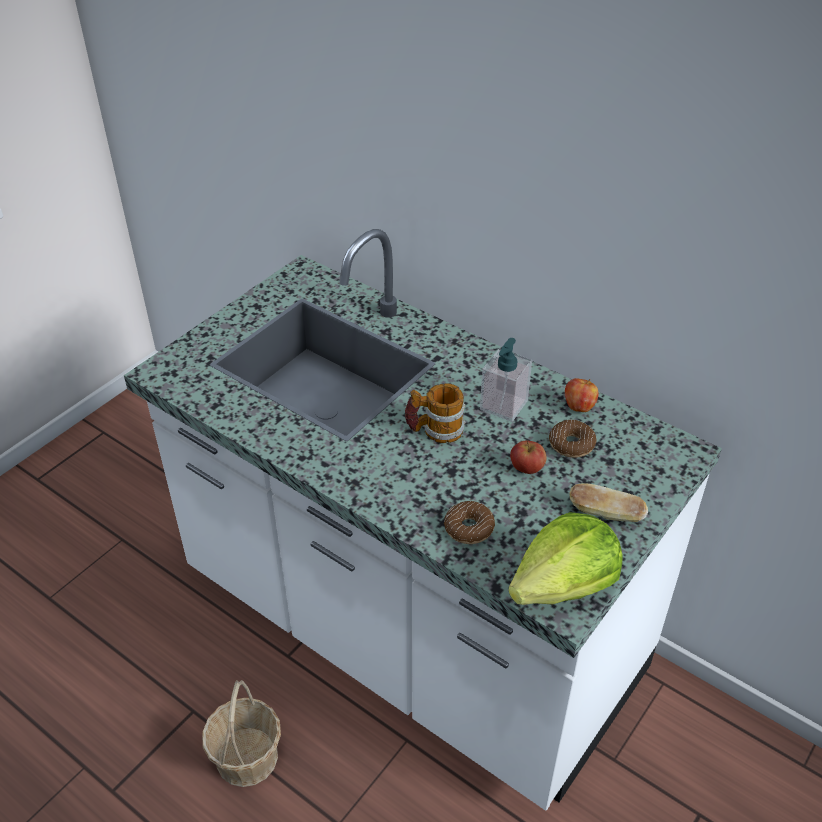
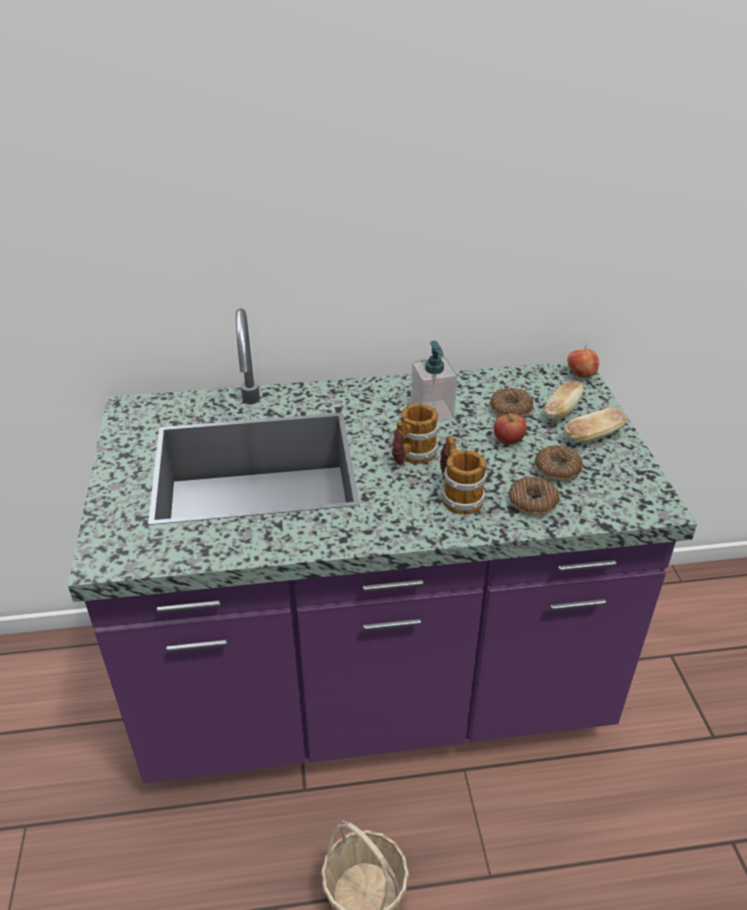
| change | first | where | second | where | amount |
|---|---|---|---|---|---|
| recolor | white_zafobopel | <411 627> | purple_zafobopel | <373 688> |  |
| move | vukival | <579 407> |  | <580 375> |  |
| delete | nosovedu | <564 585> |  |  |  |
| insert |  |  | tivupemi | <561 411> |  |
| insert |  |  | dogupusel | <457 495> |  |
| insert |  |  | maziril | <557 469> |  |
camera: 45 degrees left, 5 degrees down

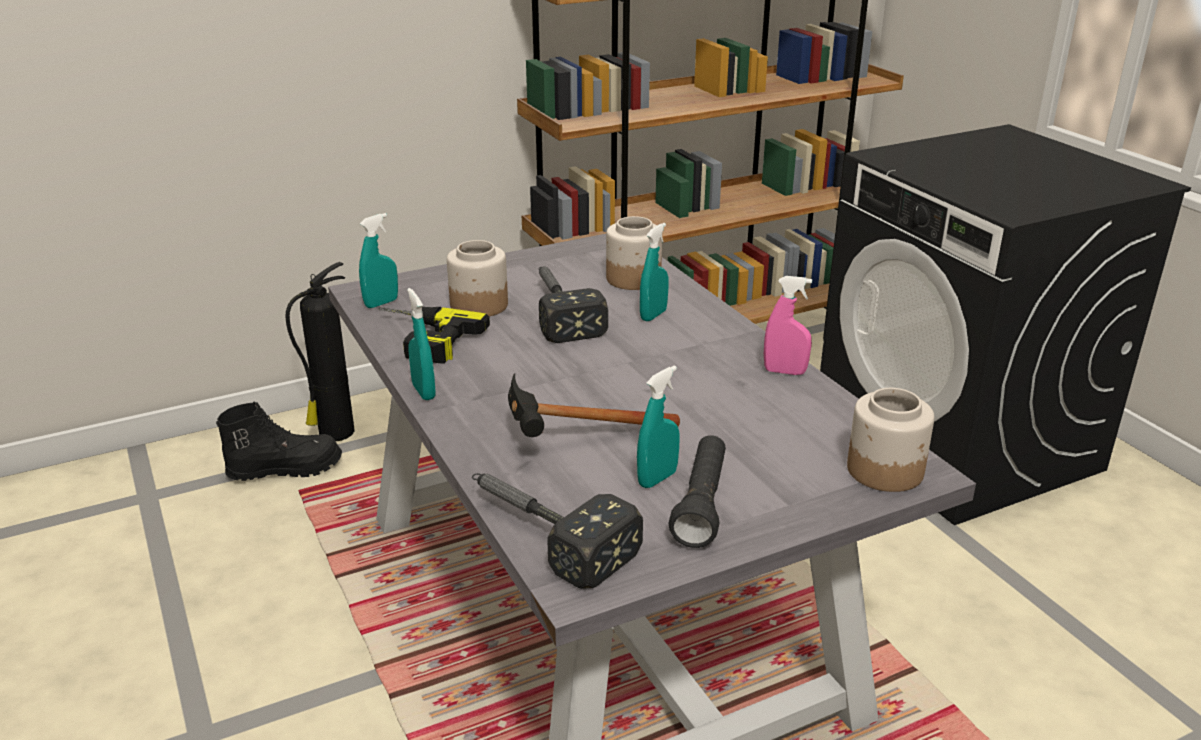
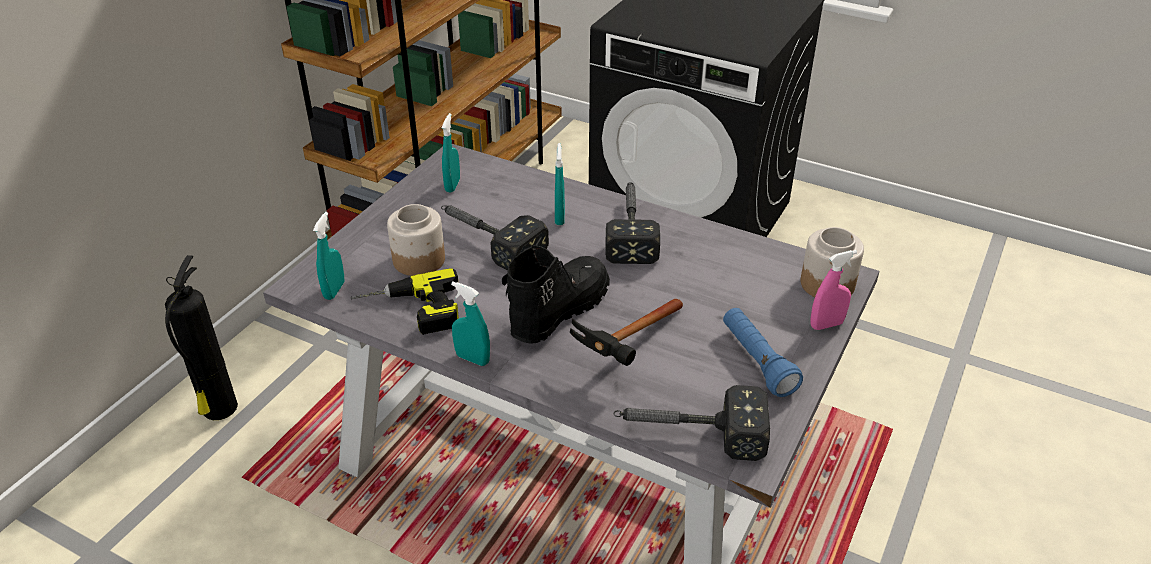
| change | first | where | second | where | amount |
|---|---|---|---|---|---|
| delete | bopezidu | <632 279> |  |  |  |
| move | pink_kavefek | <784 372> |  | <826 325> |  |
| move | turquoise_kavefek | <657 479> |  | <452 185> |  |
| move | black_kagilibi | <285 469> |  | <558 311> |  |
| recolor | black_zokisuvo | <701 505> | blue_zokisuvo | <757 361> |  |
| insert |  |  | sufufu | <630 228> |  |
camera: 35 degrees left, 10 degrees up

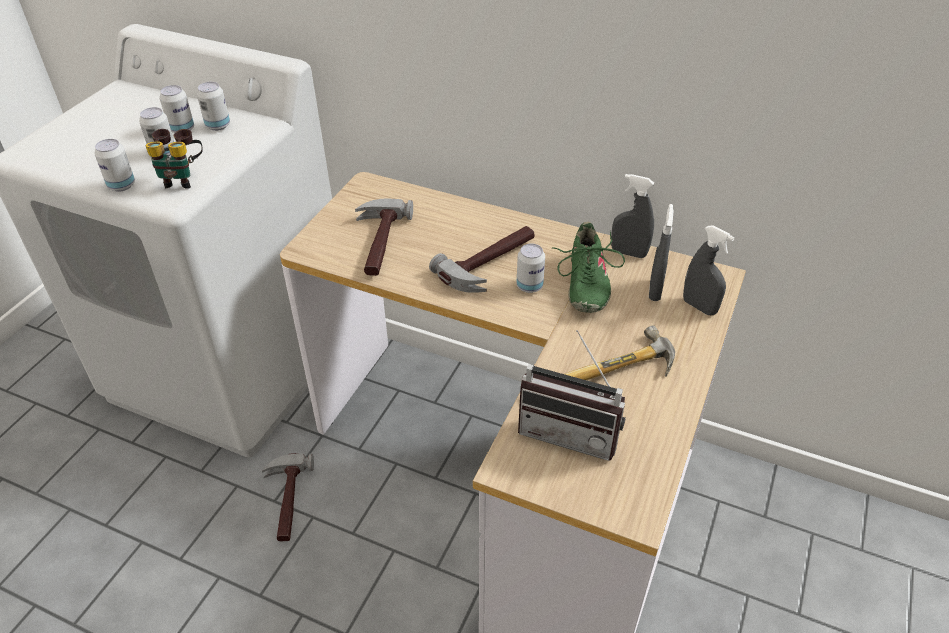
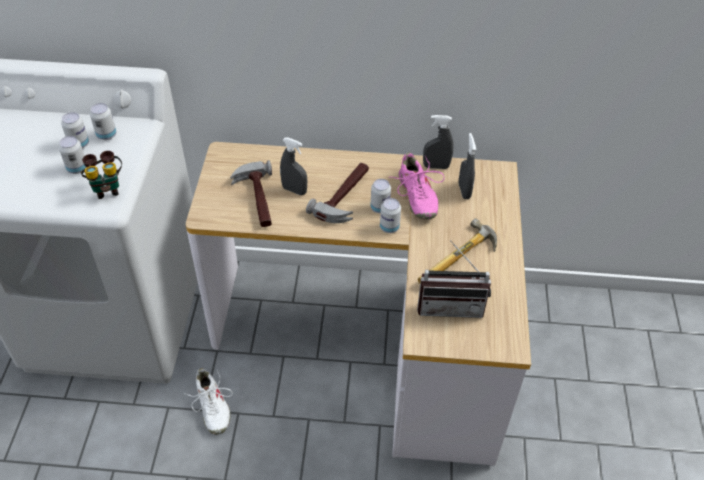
| change | first | where | second | where | amount |
|---|---|---|---|---|---|
| move | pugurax | <121 186> |  | <389 227> |  |
| recolor | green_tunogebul | <585 283> | pink_tunogebul | <416 197> |  |
| move | grey_kavefek | <699 307> |  | <294 190> |  |
| replace | sufufu | <286 500> | white_tunogebul | <212 407> |  |
camera: 20 degrees left, 5 degrees up

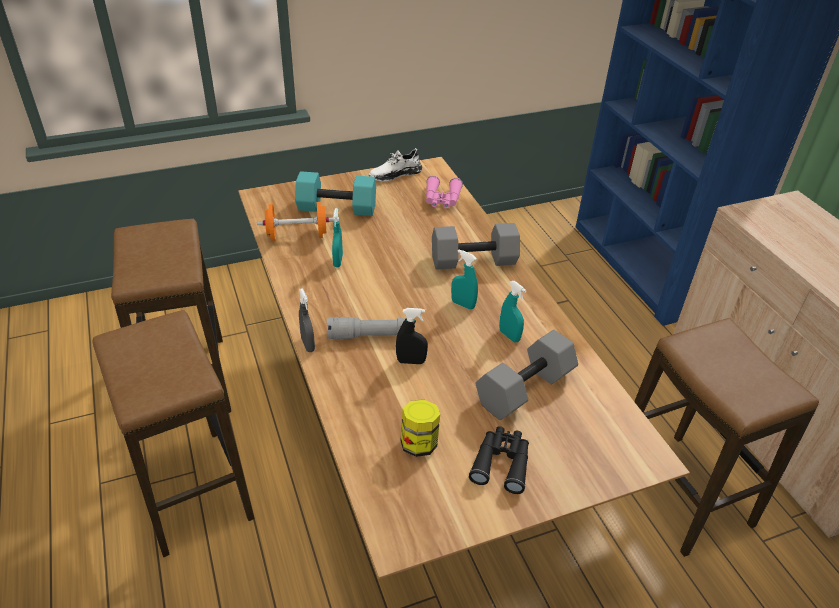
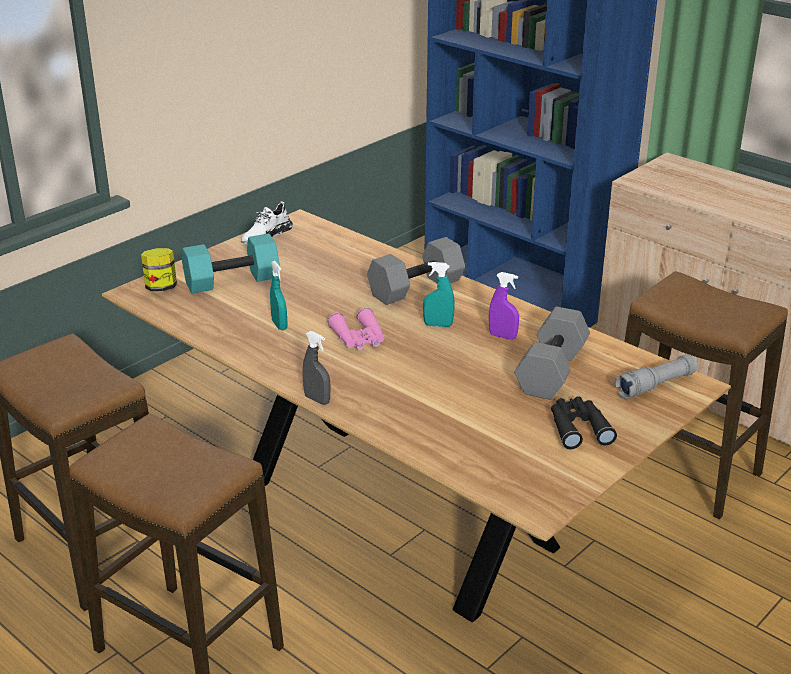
| change | first | where | second | where | amount |
|---|---|---|---|---|---|
| move | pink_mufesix | <442 199> |  | <359 339> |  |
| delete | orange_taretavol | <297 236> |  |  |  |
| recolor | turquoise_kavefek | <509 335> | purple_kavefek | <502 336> |  |
| delete | black_kavefek | <411 361> |  |  |  |
| move | grey_zokisuvo | <367 336> |  | <655 385> |  |
| move | bopezidu | <419 443> |  | <161 287> |  |
camera: 25 degrees left, 10 degrees down

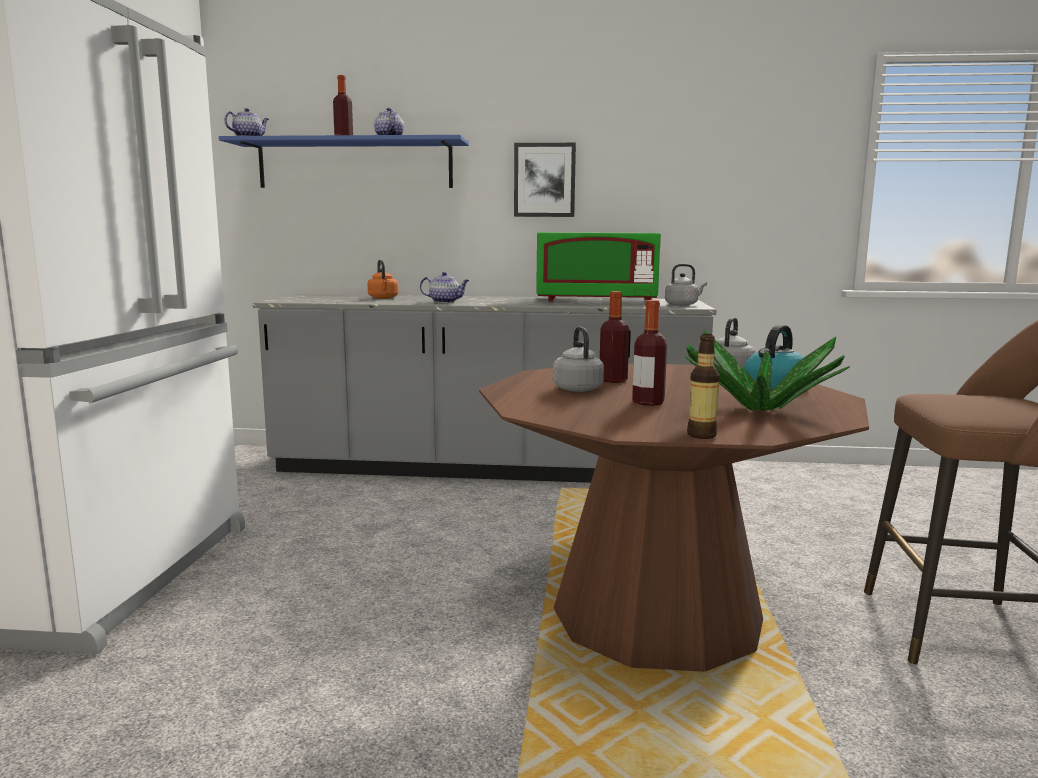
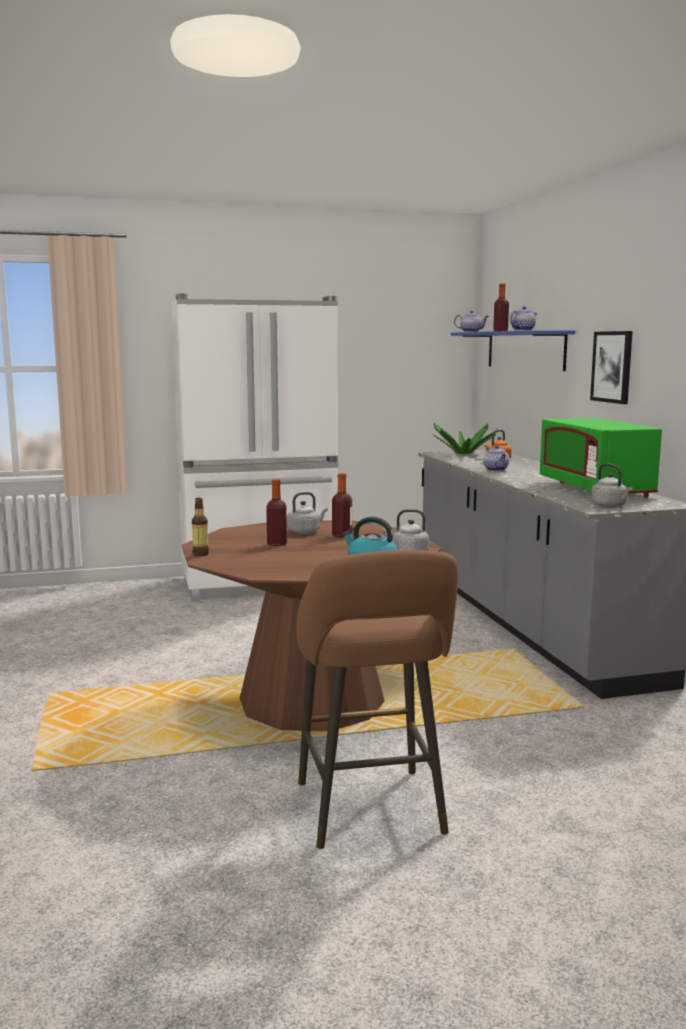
| change | first | where | second | where | amount |
|---|---|---|---|---|---|
| move | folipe | <760 409> |  | <463 454> |  |
camera: 70 degrees right, 0 degrees up

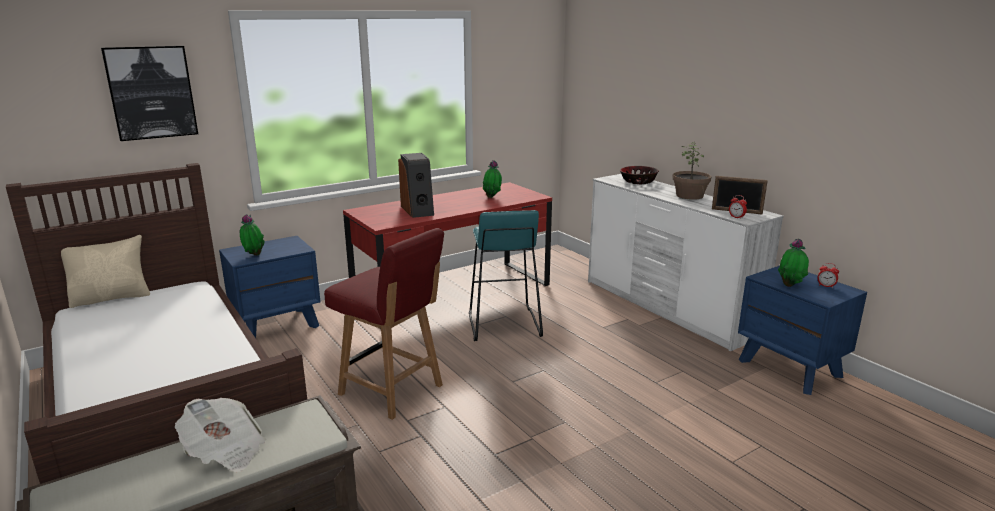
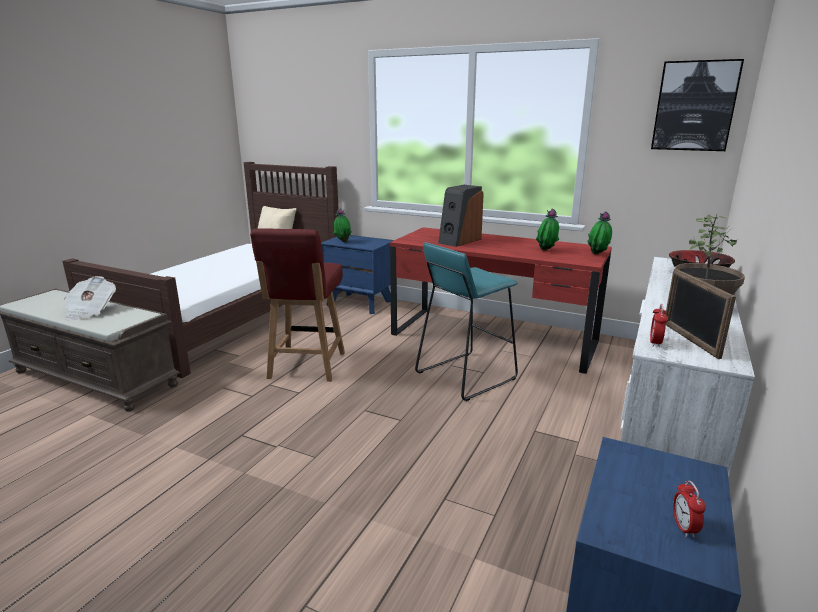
| change | first | where | second | where | amount |
|---|---|---|---|---|---|
| move | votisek | <151 92> |  | <694 106> |  |
| move | folipe | <790 285> |  | <598 254> |  |
camera: 60 degrees right, 0 degrees up

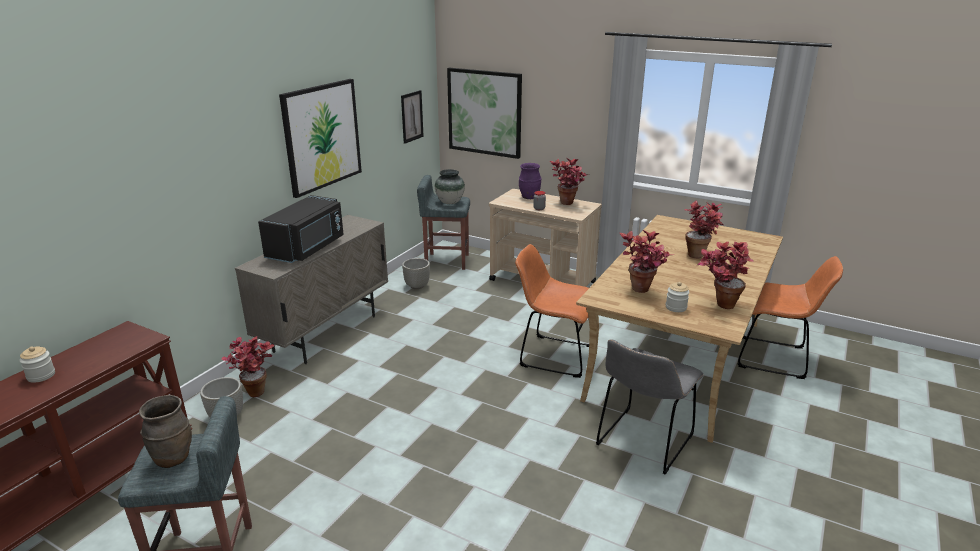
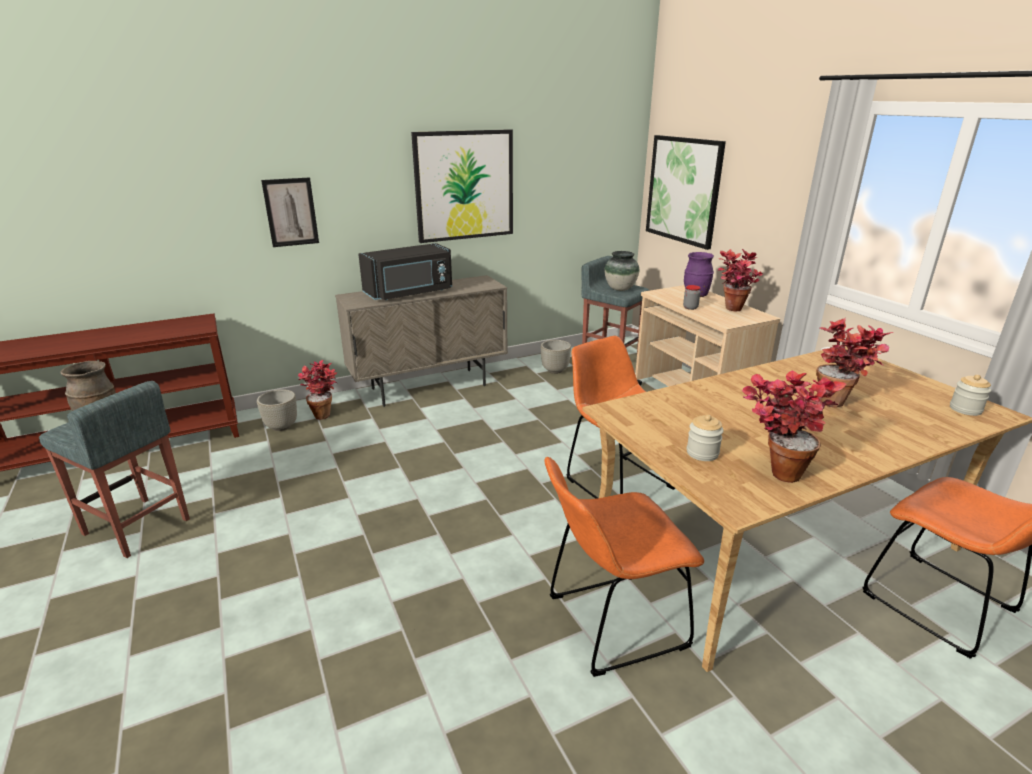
| change | first | where | second | where | amount |
|---|---|---|---|---|---|
| move | votisek | <412 116> |  | <291 212> |  |
| delete | folipe | <641 292> |  |  |  |
| recolor | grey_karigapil | <642 442> | orange_karigapil | <610 623> |  |
| move | bopezidu | <41 375> |  | <965 409> |  |
camera: 35 degrees right, 0 degrees up

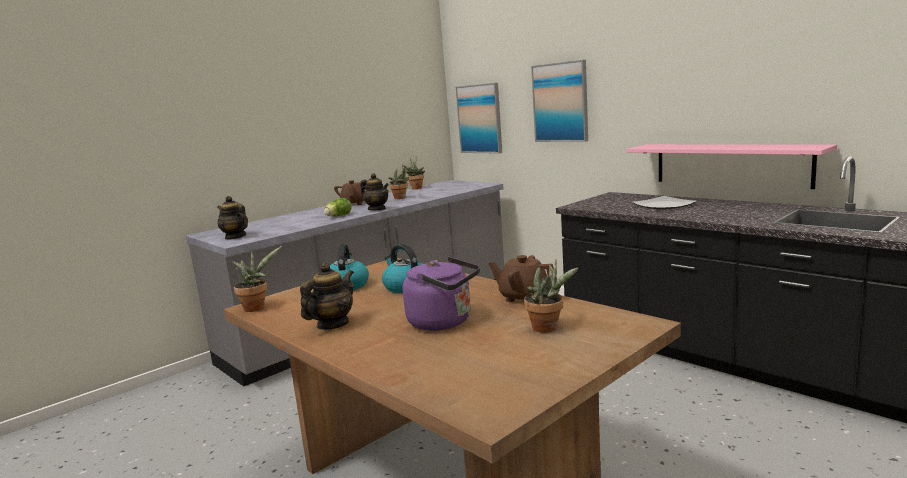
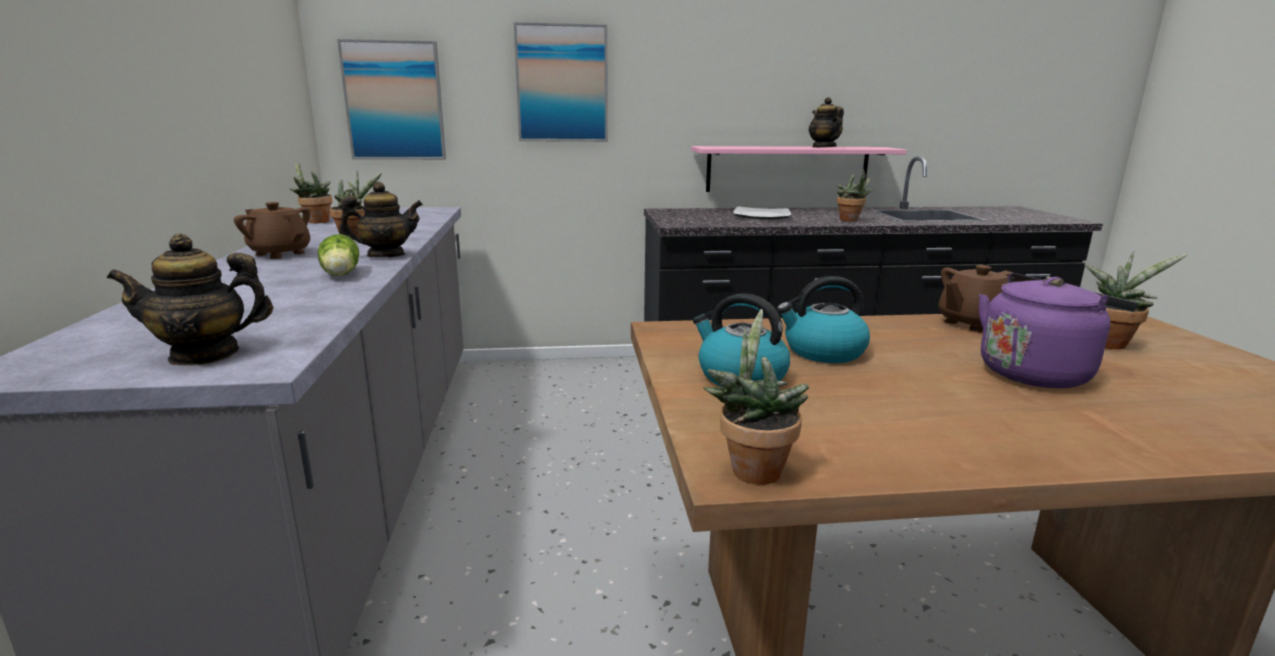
| change | first | where | second | where | amount |
|---|---|---|---|---|---|
| move | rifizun | <332 325> |  | <823 147> |  |
| insert |  |  | folipe | <851 220> |  |
camera: 55 degrees left, 5 degrees up

